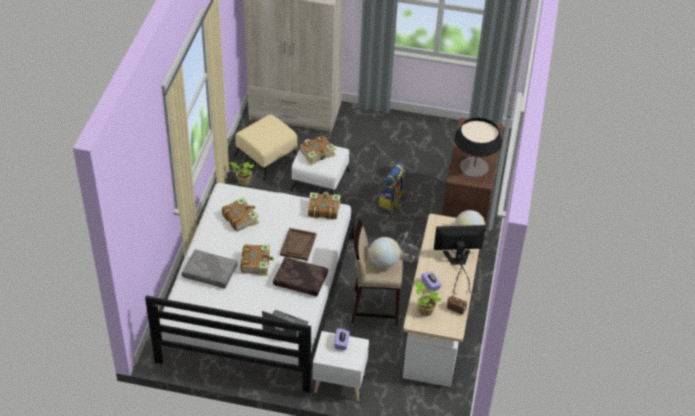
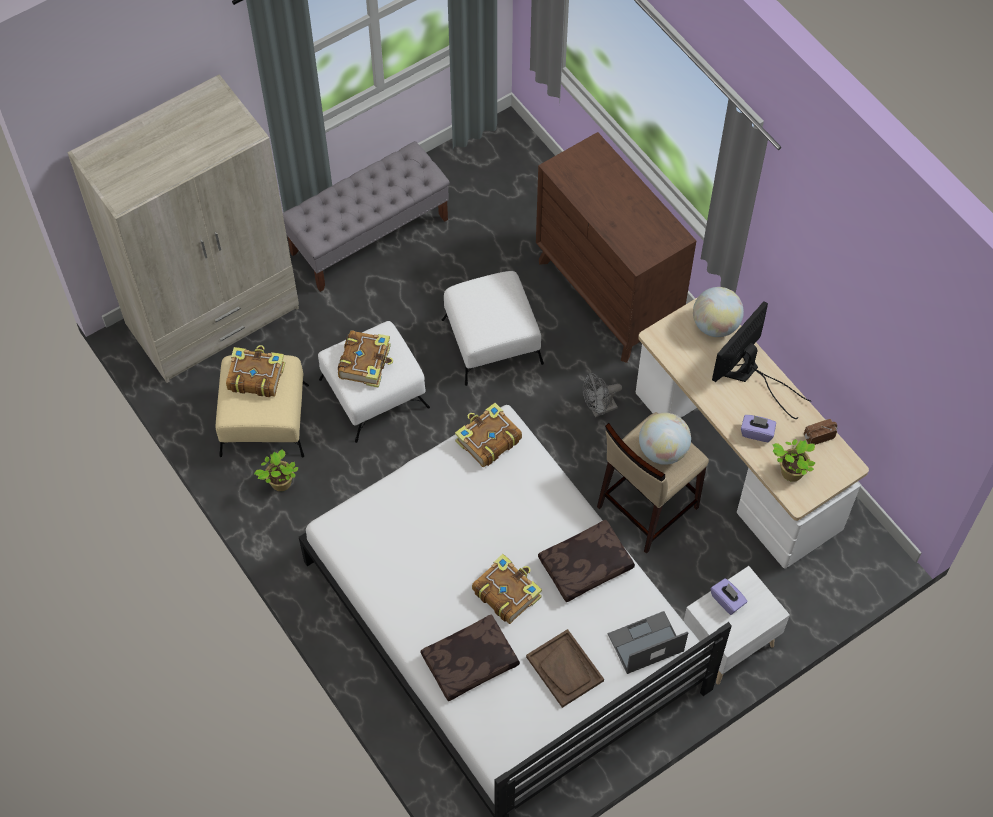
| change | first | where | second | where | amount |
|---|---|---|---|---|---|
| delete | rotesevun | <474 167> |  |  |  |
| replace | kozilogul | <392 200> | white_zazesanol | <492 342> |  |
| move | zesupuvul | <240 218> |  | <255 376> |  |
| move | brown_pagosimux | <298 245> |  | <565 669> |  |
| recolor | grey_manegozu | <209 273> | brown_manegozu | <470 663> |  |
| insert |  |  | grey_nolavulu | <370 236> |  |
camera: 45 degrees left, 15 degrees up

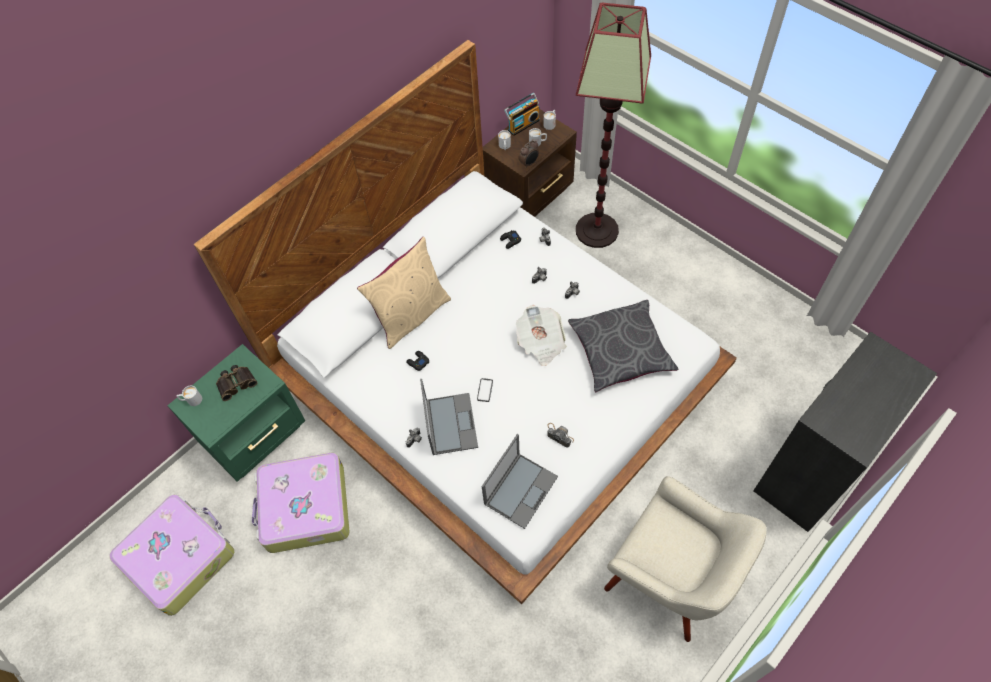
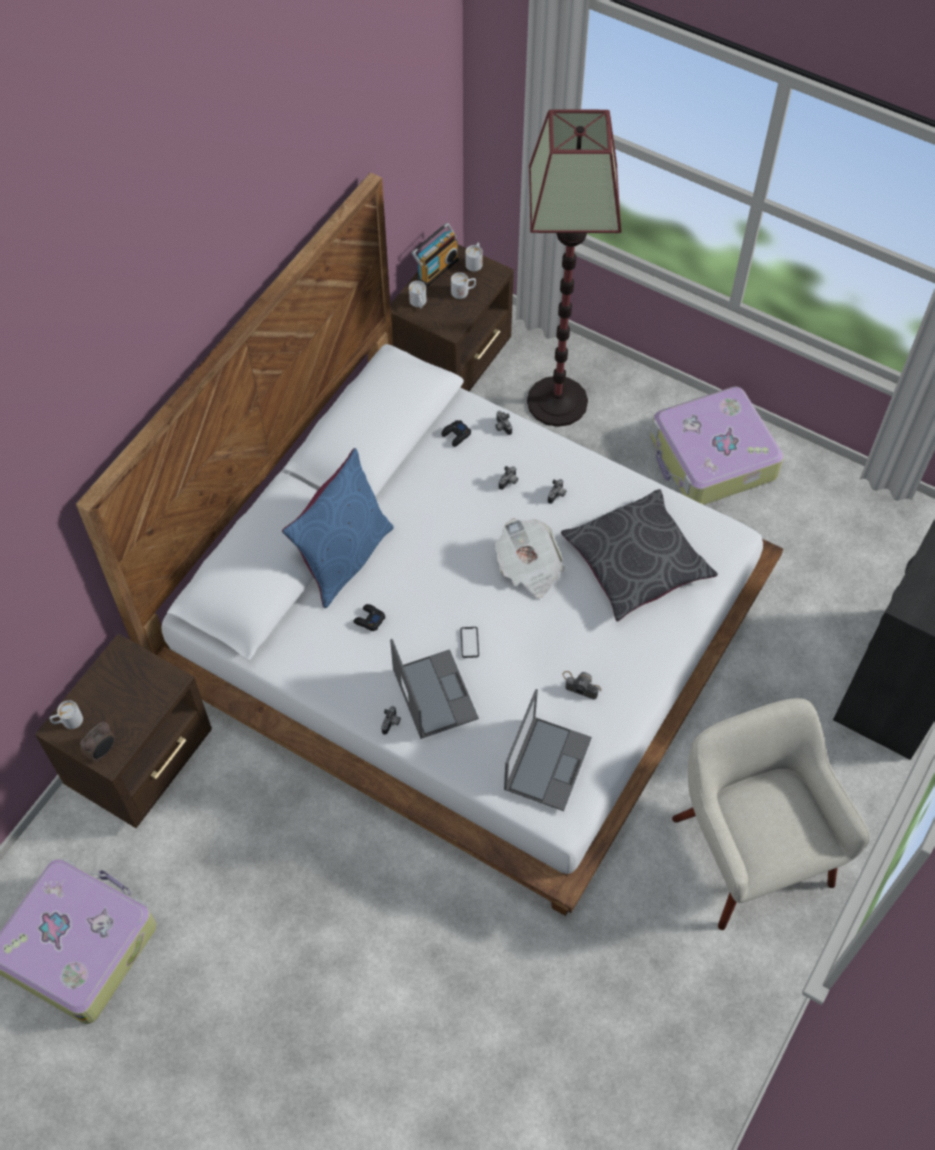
| change | first | where | second | where | amount |
|---|---|---|---|---|---|
| move | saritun | <529 163> |  | <102 751> |  |
| recolor | beige_manegozu | <411 315> | blue_manegozu | <344 558> |  |
| recolor | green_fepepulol | <256 435> | brown_fepepulol | <144 761> |  |
| delete | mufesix | <236 383> |  |  |  |
| move | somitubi | <305 508> |  | <712 458> |  |
| rotate | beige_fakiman | <670 578> |  | <749 849> | 135 degrees counterclockwise |
camera: 15 degrees left, 0 degrees up

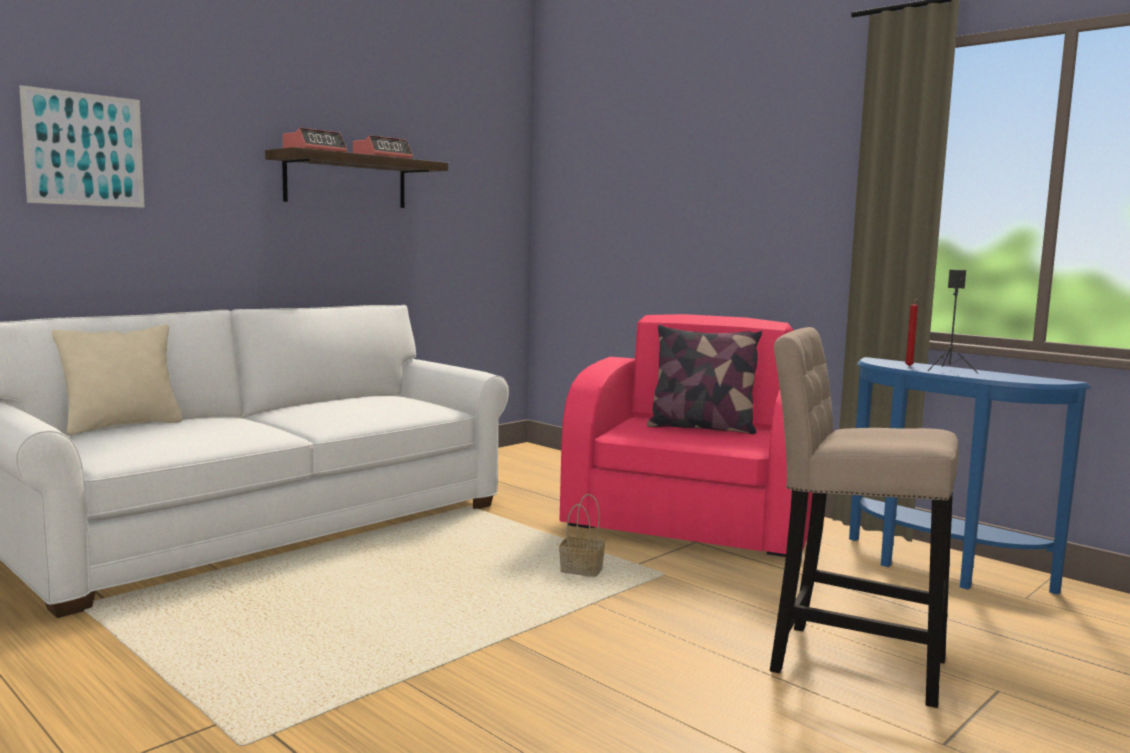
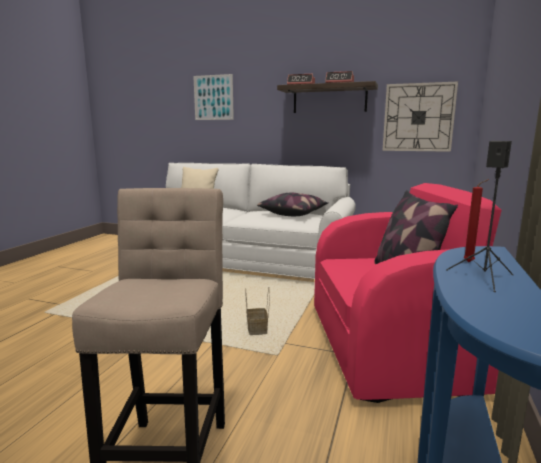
| change | first | where | second | where | amount |
|---|---|---|---|---|---|
| insert |  |  | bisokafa | <418 117> |  |
| insert |  |  | manegozu | <293 214> |  |
camera: 65 degrees right, 5 degrees up

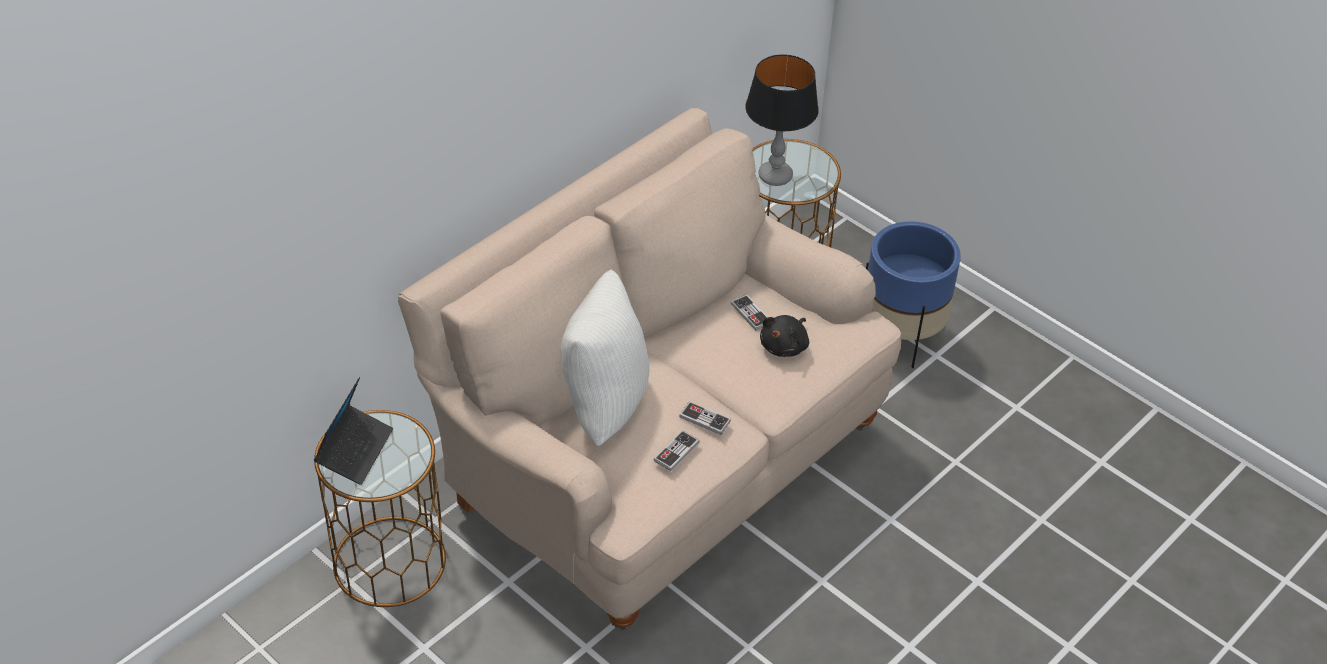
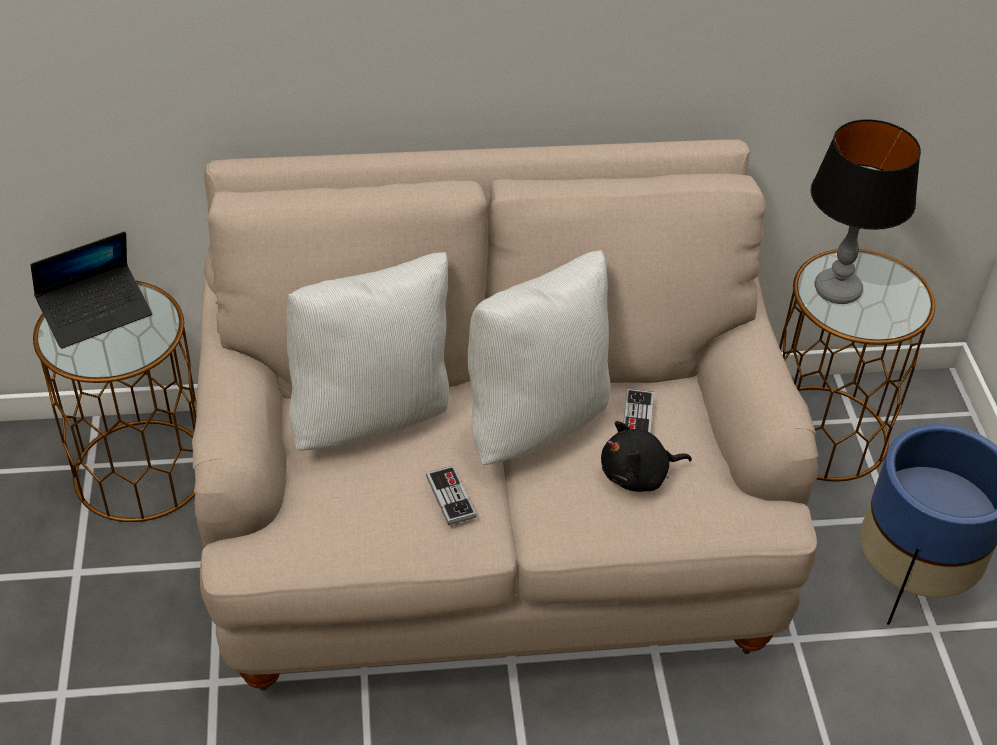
| change | first | where | second | where | amount |
|---|---|---|---|---|---|
| delete | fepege | <676 452> |  |  |  |
| insert |  |  | white_manegozu | <535 421> |  |
camera: 40 degrees right, 0 degrees up

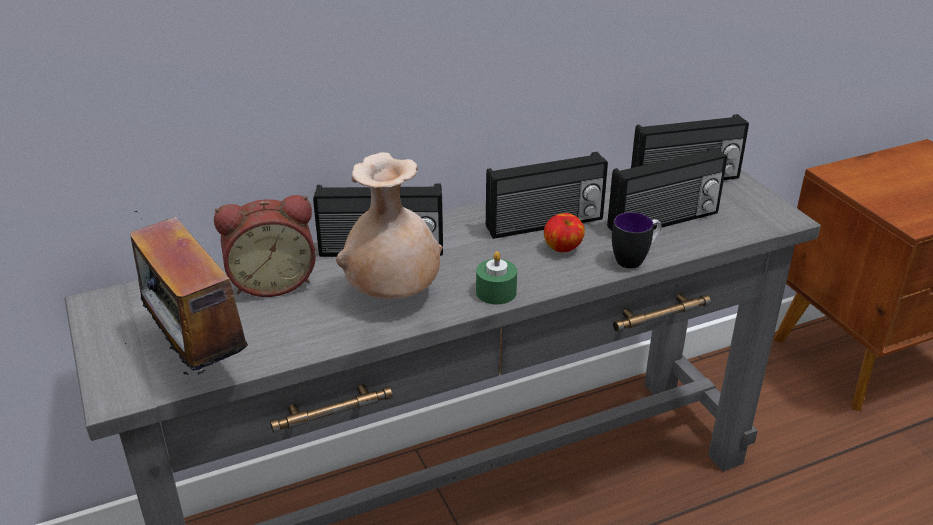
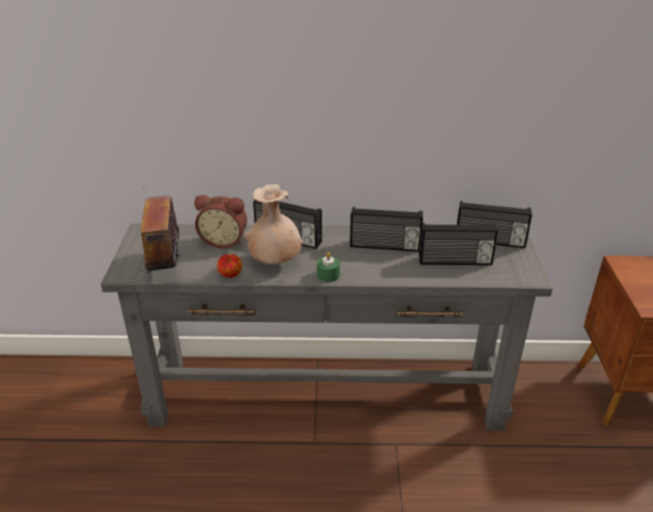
| change | first | where | second | where | amount |
|---|---|---|---|---|---|
| delete | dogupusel | <635 259> |  |  |  |
| move | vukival | <563 249> |  | <230 275> |  |
camera: 25 degrees right, 0 degrees up

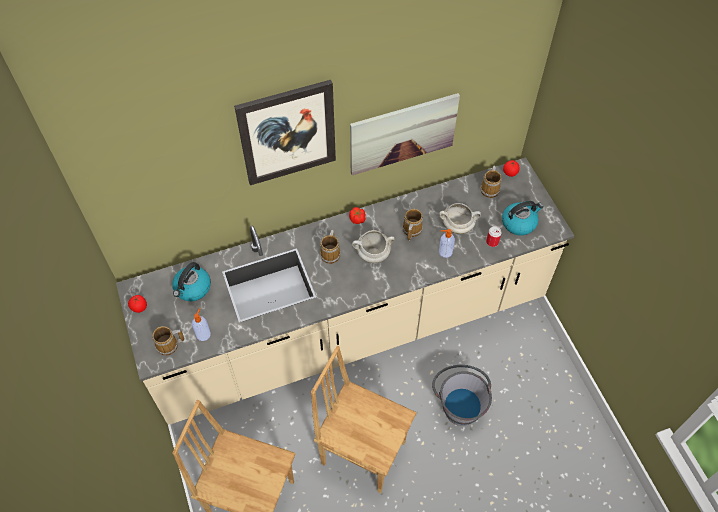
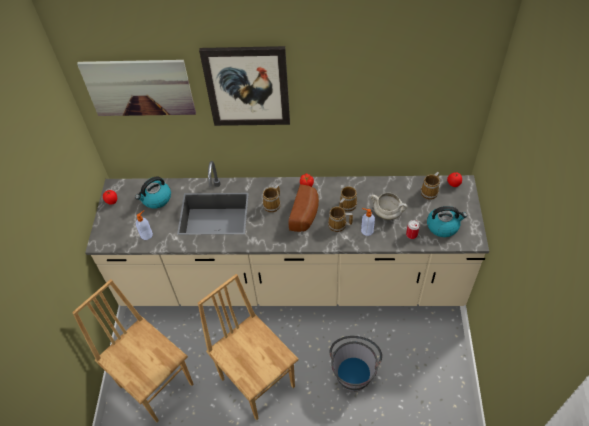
| change | first | where | second | where | amount |
|---|---|---|---|---|---|
| move | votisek | <403 133> |  | <139 87> |  |
| replace | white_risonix | <372 254> | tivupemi | <306 215> |  |
| move | dogupusel | <169 345> |  | <338 225> |  |
camera: 25 degrees right, 5 degrees down

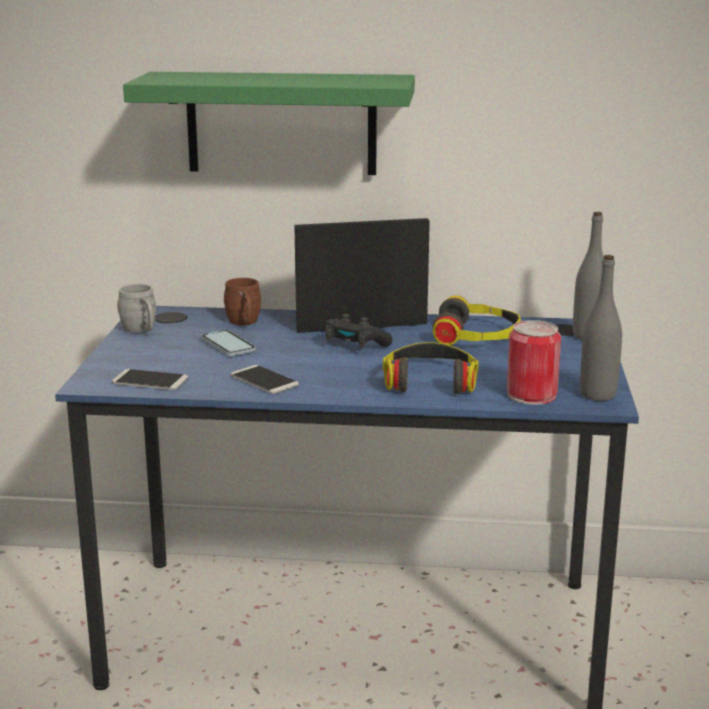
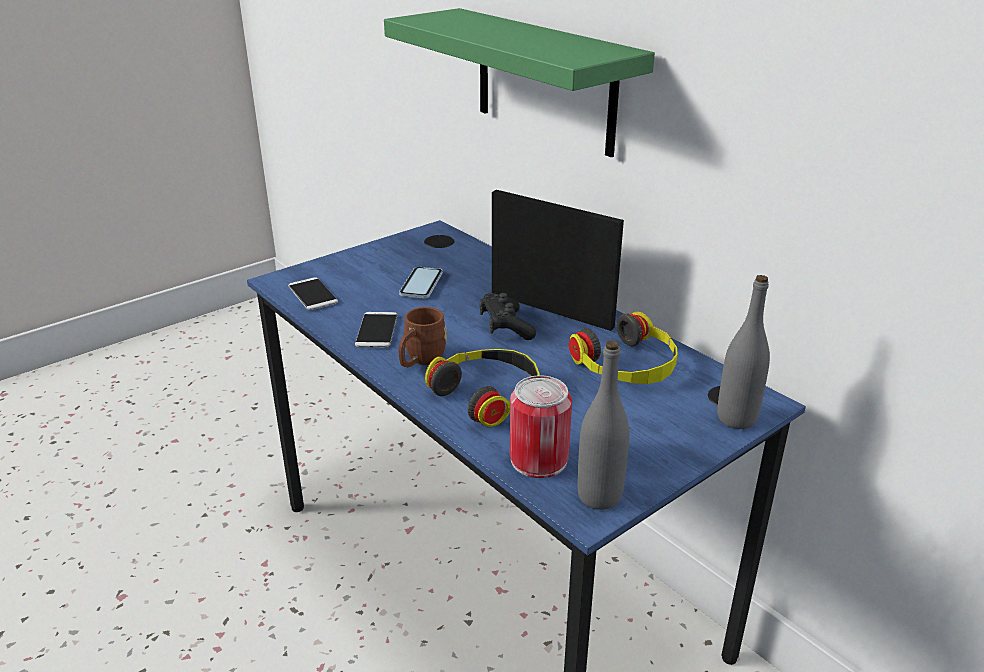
| change | first | where | second | where | amount |
|---|---|---|---|---|---|
| move | brown_dogupusel | <244 323> |  | <420 361> |  |
| delete | grey_dogupusel | <141 330> |  |  |  |
camera: 45 degrees right, 10 degrees up

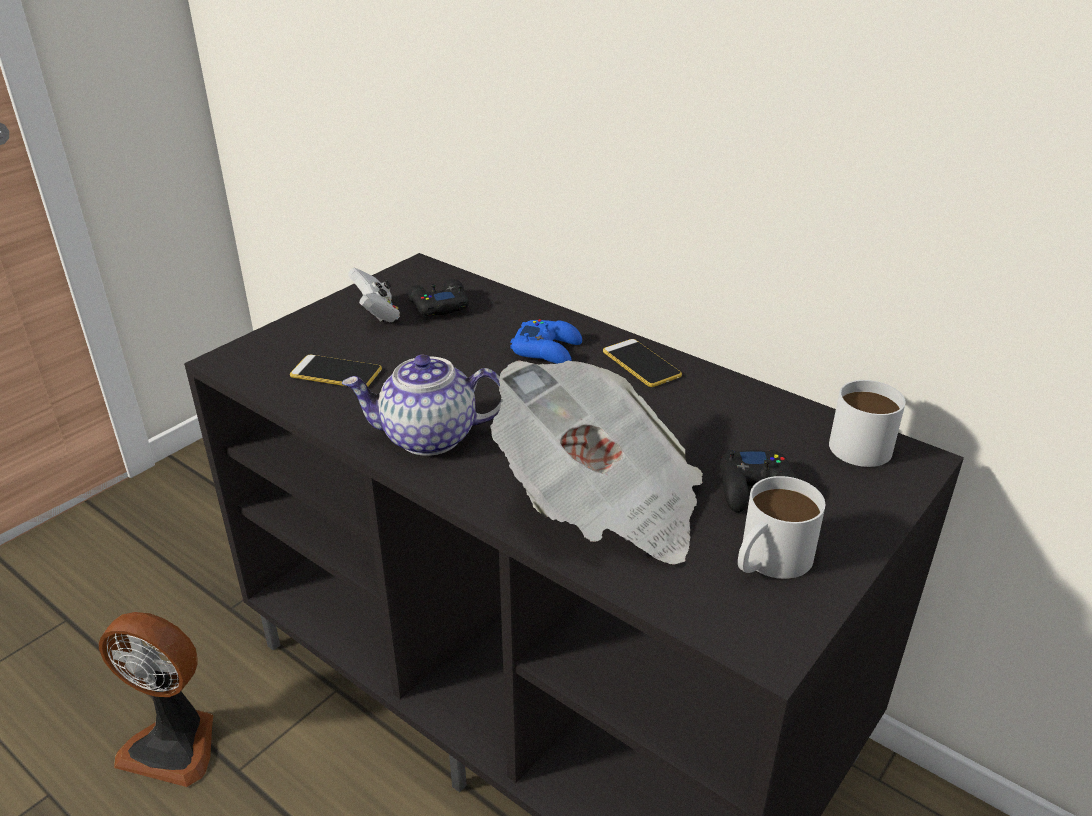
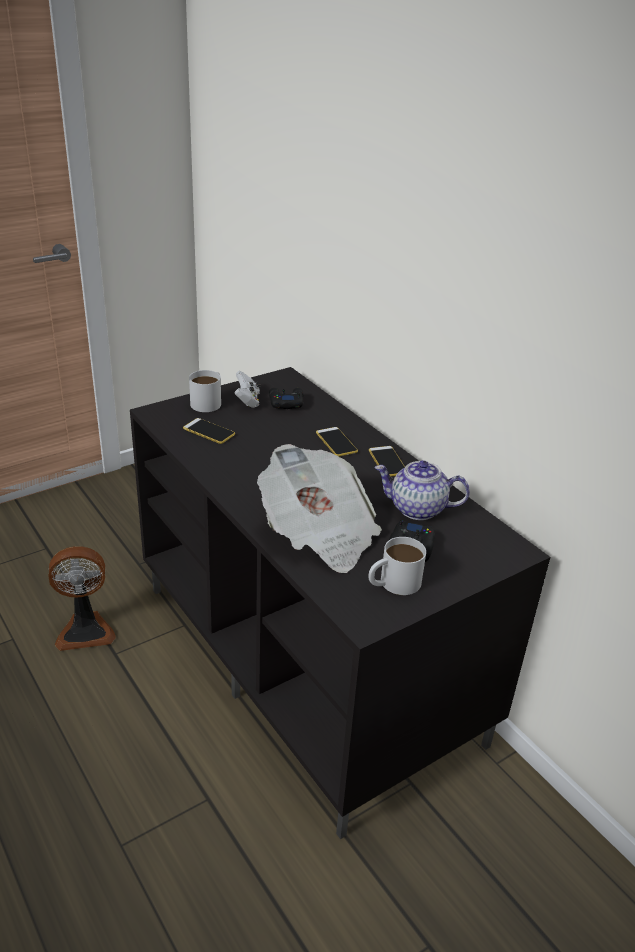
| change | first | where | second | where | amount |
|---|---|---|---|---|---|
| replace | blue_fepege | <547 350> | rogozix | <336 442> |  |
| move | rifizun | <428 437> |  | <417 509> |  |
| move | white_dogupusel | <858 440> |  | <209 401> |  |
| rotate | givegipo | <175 743> |  | <85 630> | 45 degrees counterclockwise |
camera: 15 degrees right, 0 degrees up

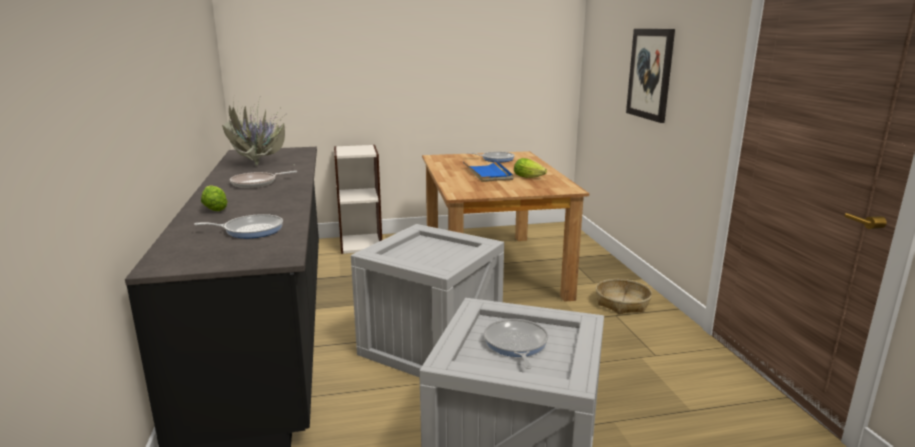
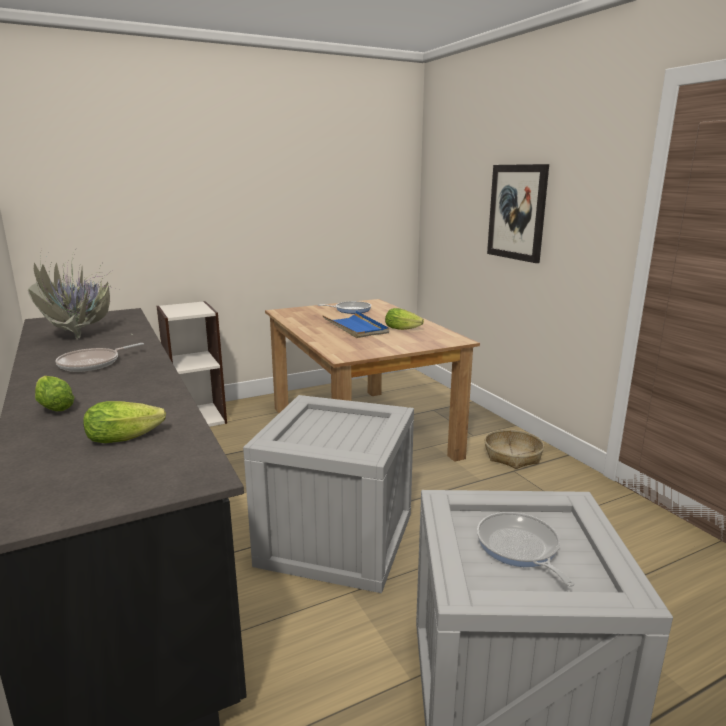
| change | first | where | second | where | amount |
|---|---|---|---|---|---|
| replace | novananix | <250 230> | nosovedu | <128 436> |  |
camera: 15 degrees left, 0 degrees up

